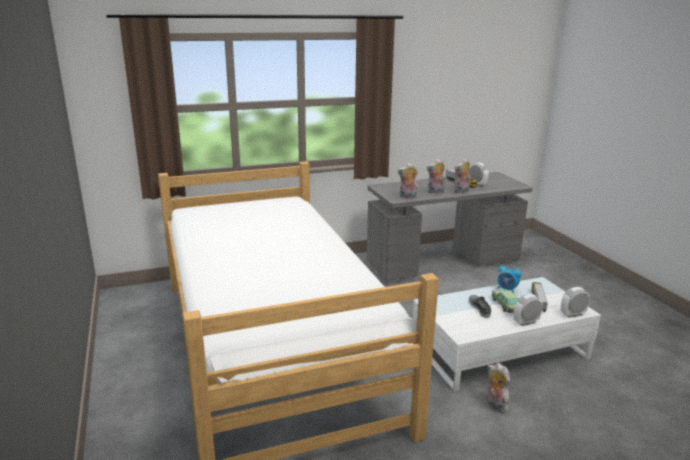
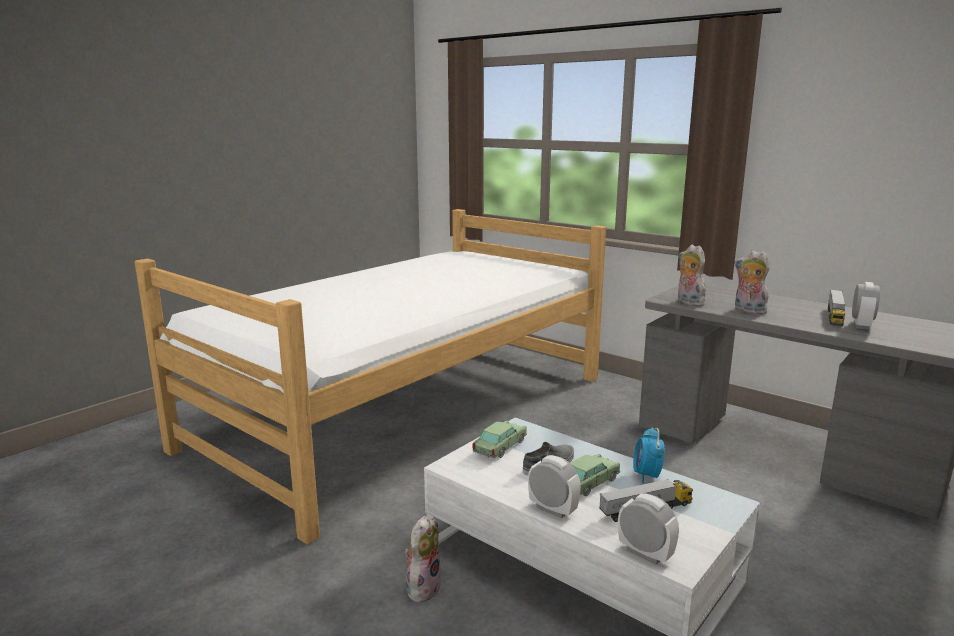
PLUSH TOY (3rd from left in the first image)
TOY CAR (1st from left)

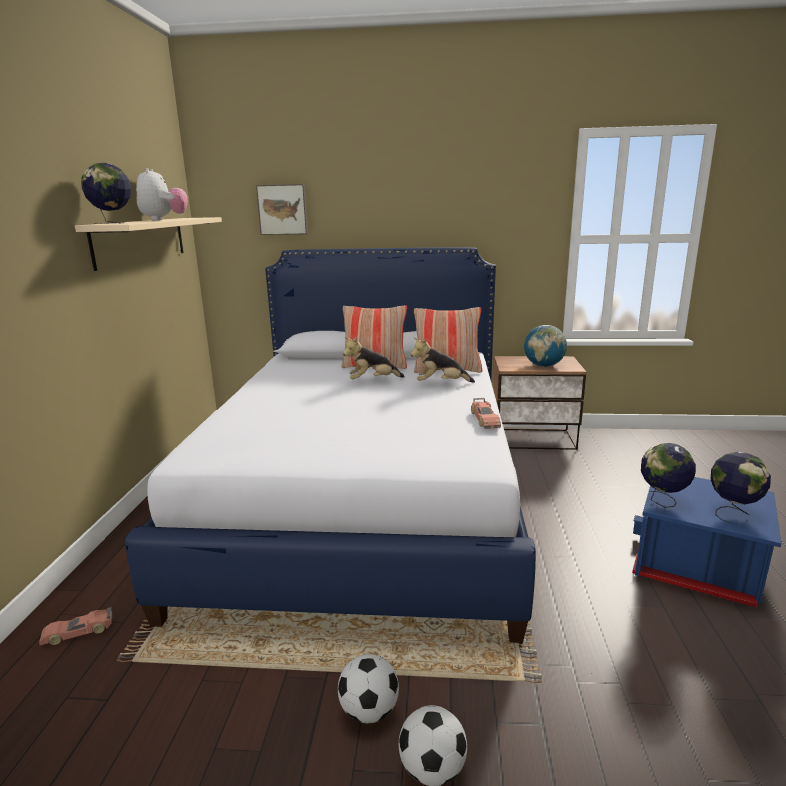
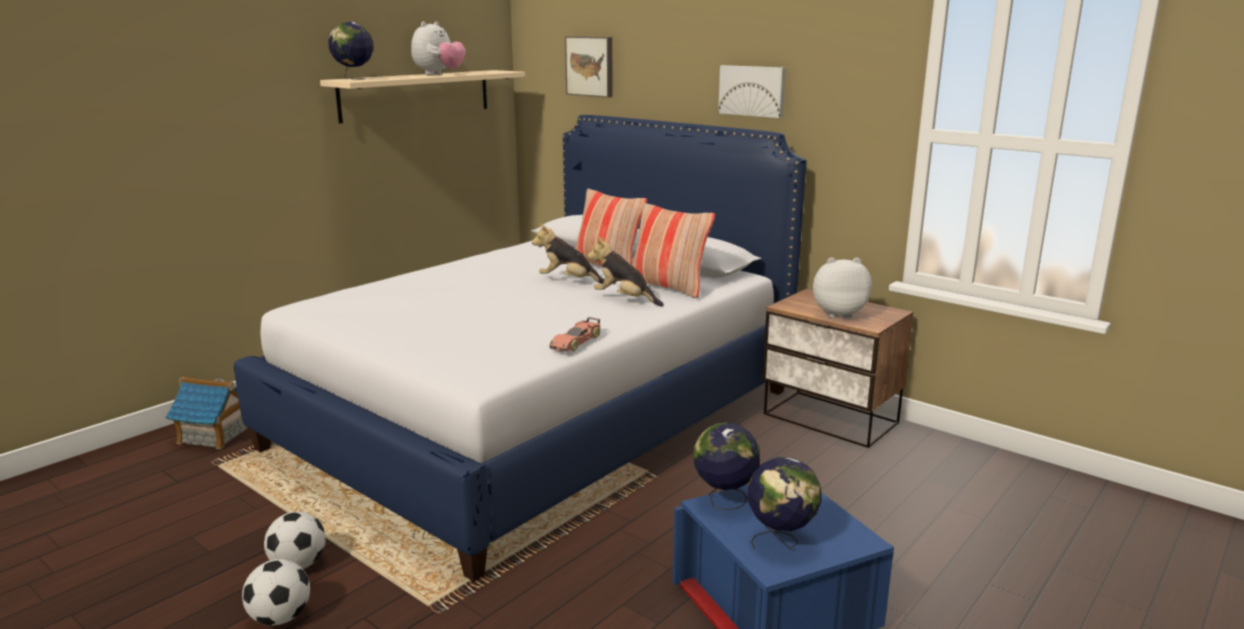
TOY HOUSE
PLUSH TOY (4th from left)
PICTURE (2nd from left)

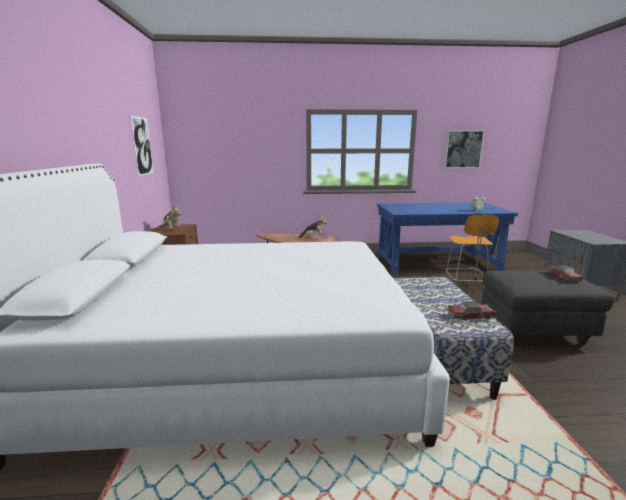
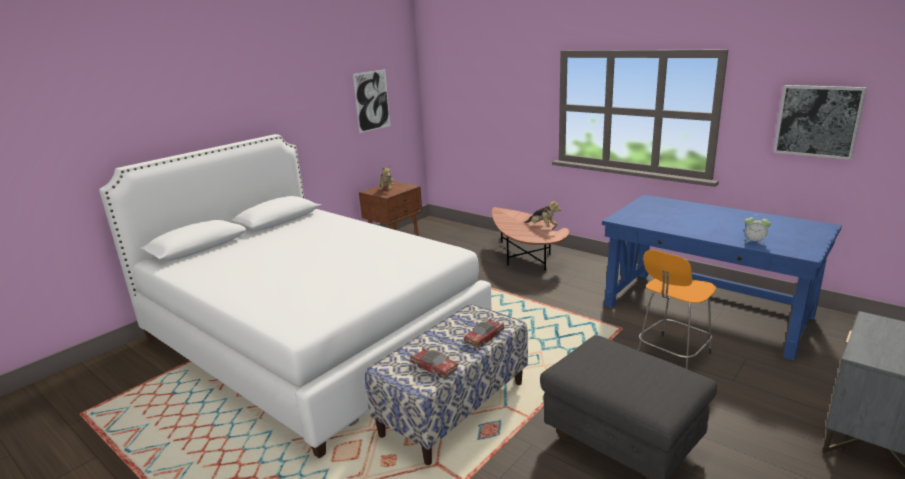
TOY CAR (2nd from left)

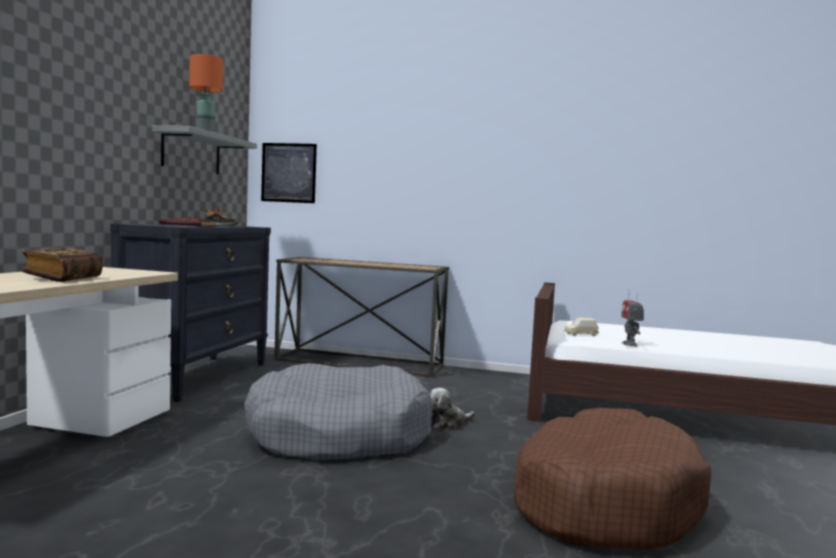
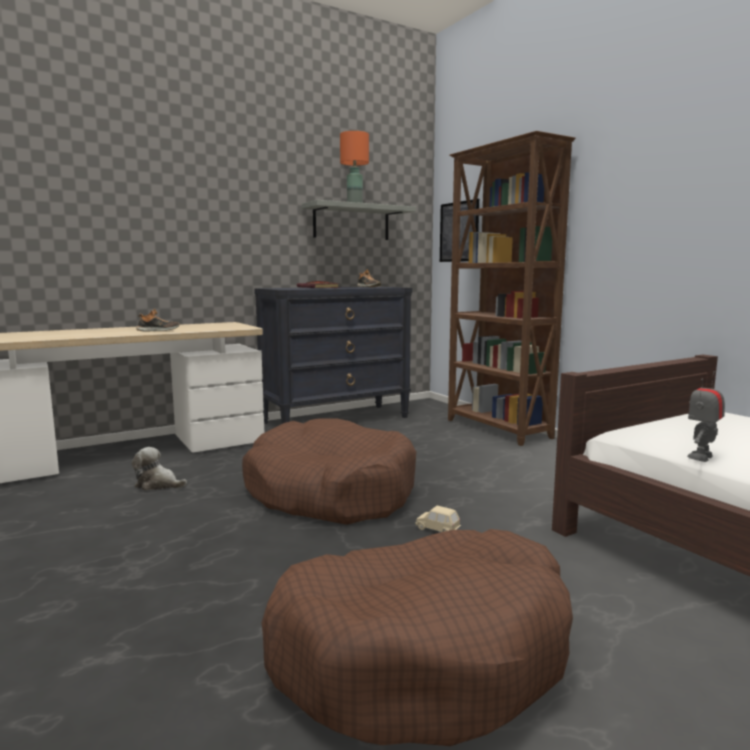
SHOE (1st from left)
BROWN DOG BED (1st from left)
BROWN BOOKCASE
PLUSH TOY
BEIGE TOY CAR

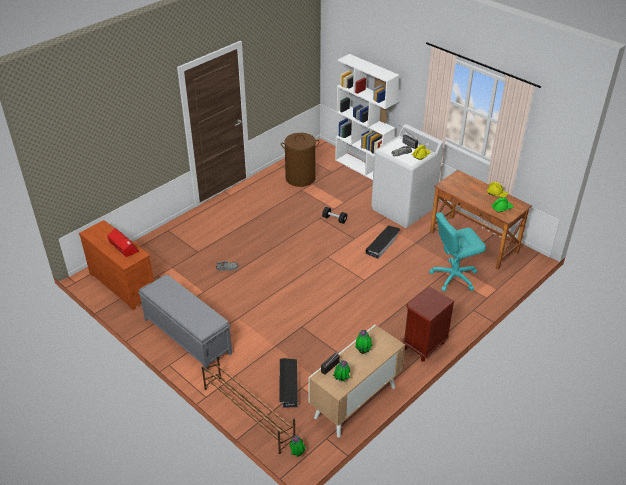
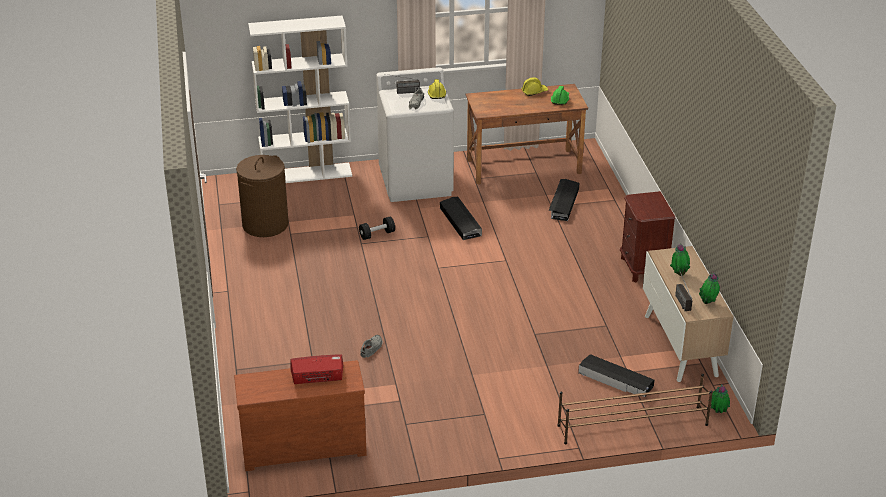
GREY BENCH
BLACK STORAGE BOX (2nd from left)

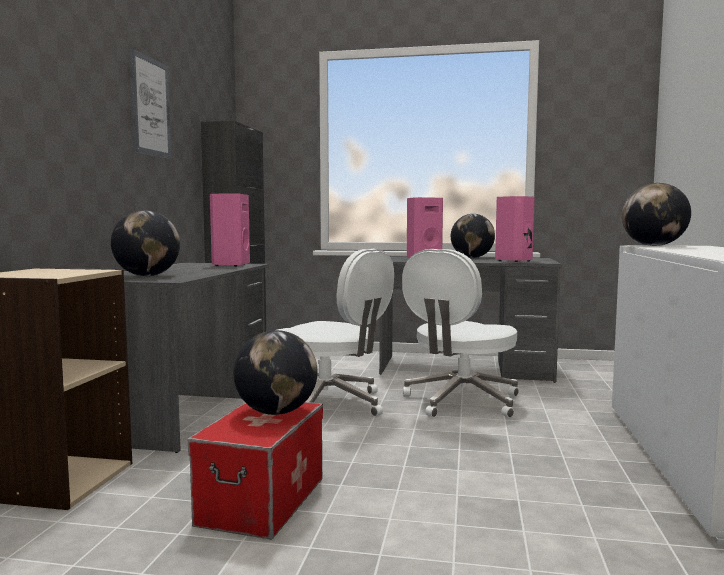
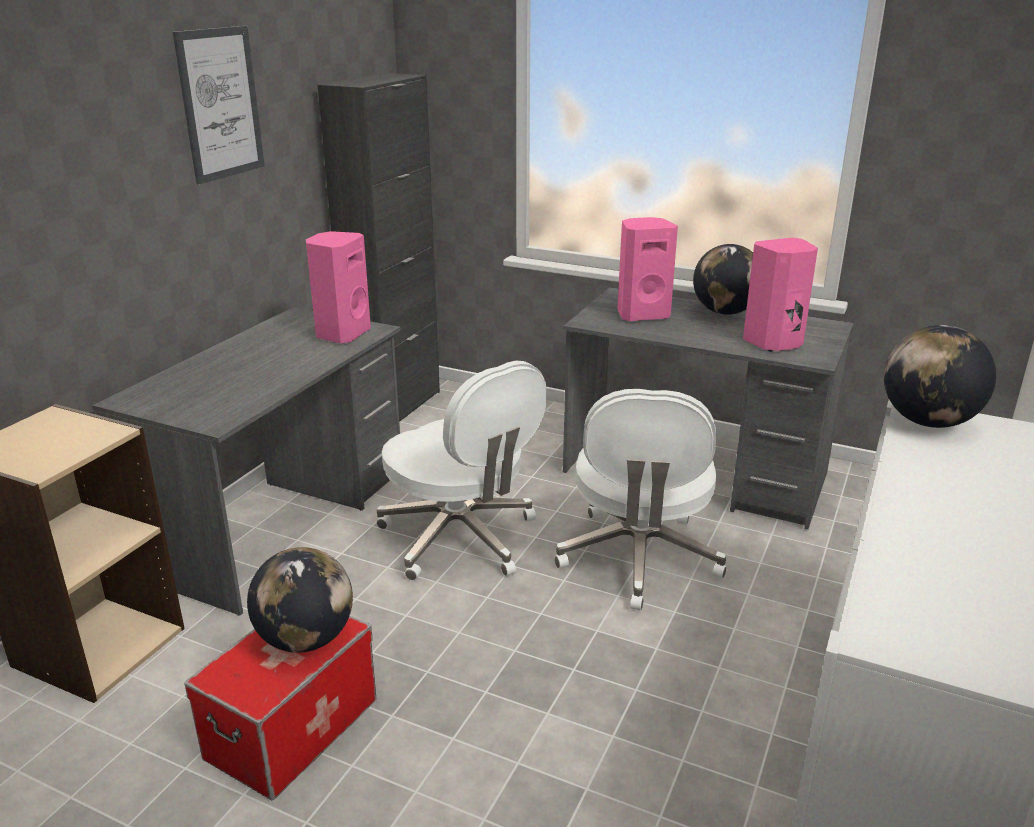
GLOBE (1st from left in the first image)
WHITE OFFICE CHAIR (2nd from left)

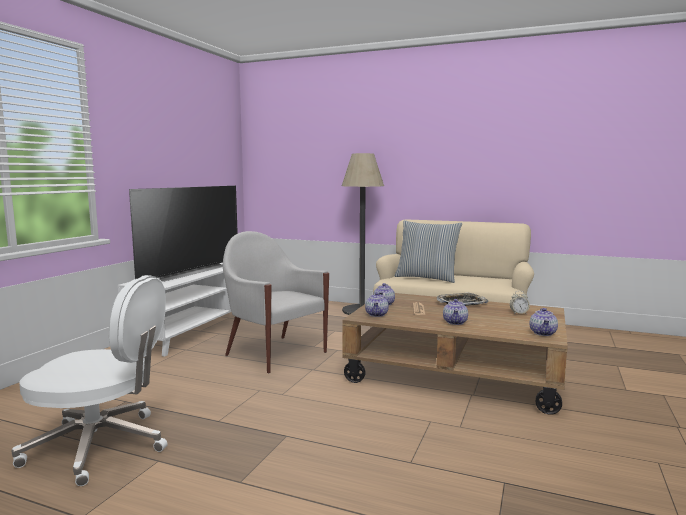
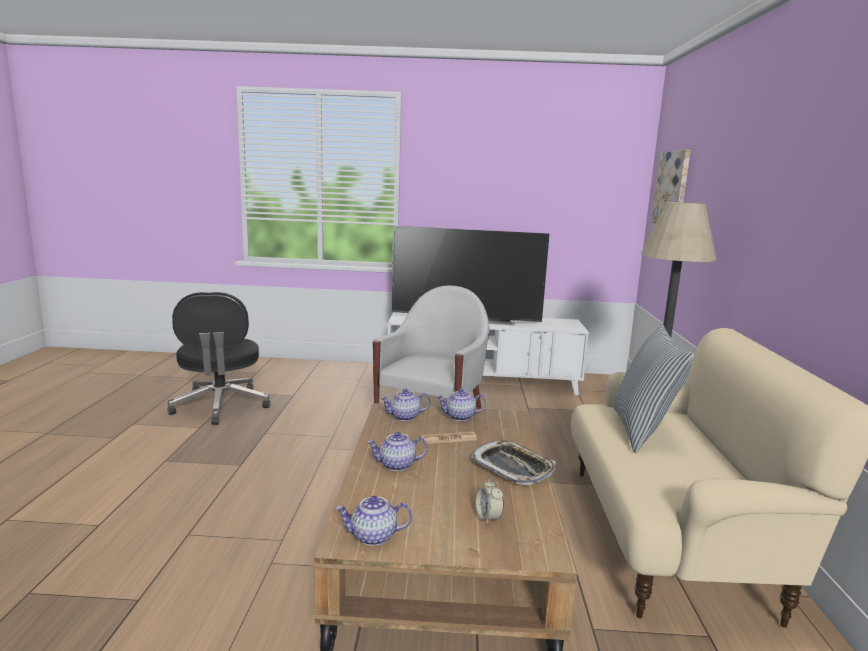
BLACK OFFICE CHAIR
PICTURE

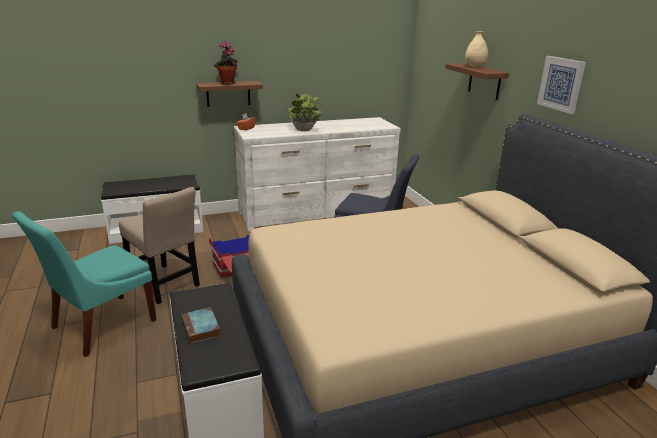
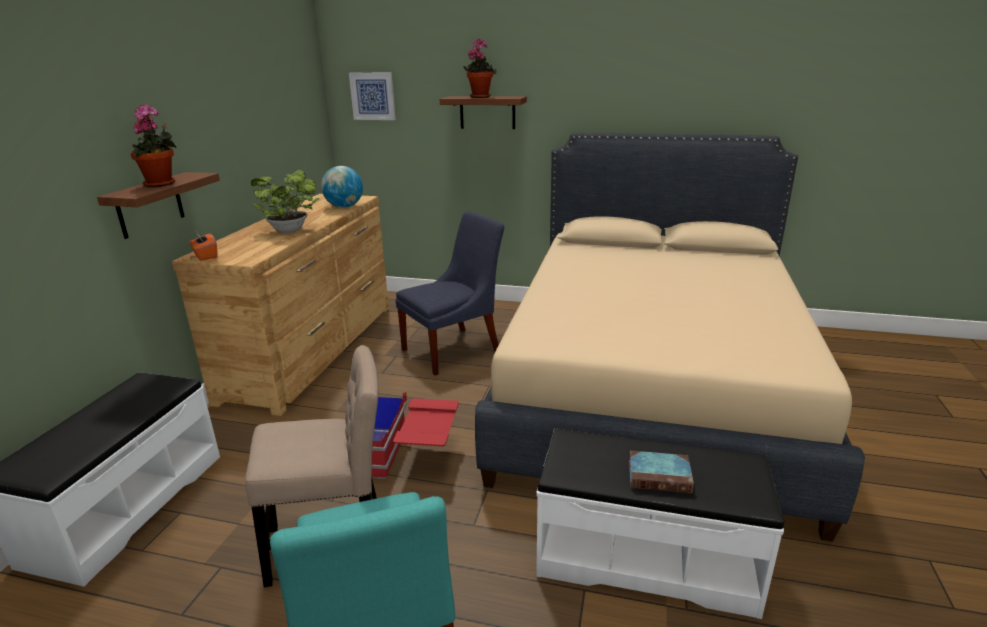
BROWN DRESSER
POTTED PLANT (3rd from left)
PICTURE
GLOBE

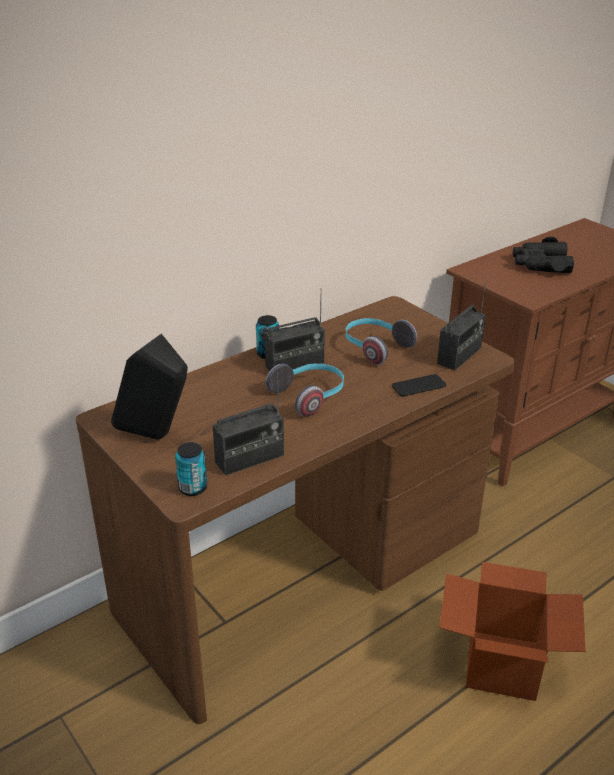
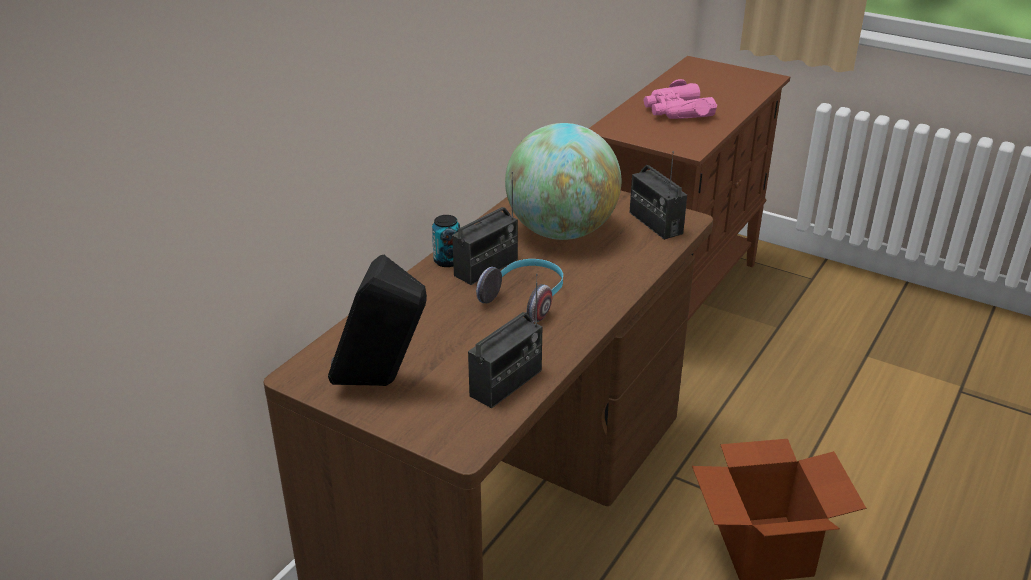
CAN (1st from left in the first image)
GLOBE
PHONE
RADIO (3rd from left)
PINK BINOCULARS

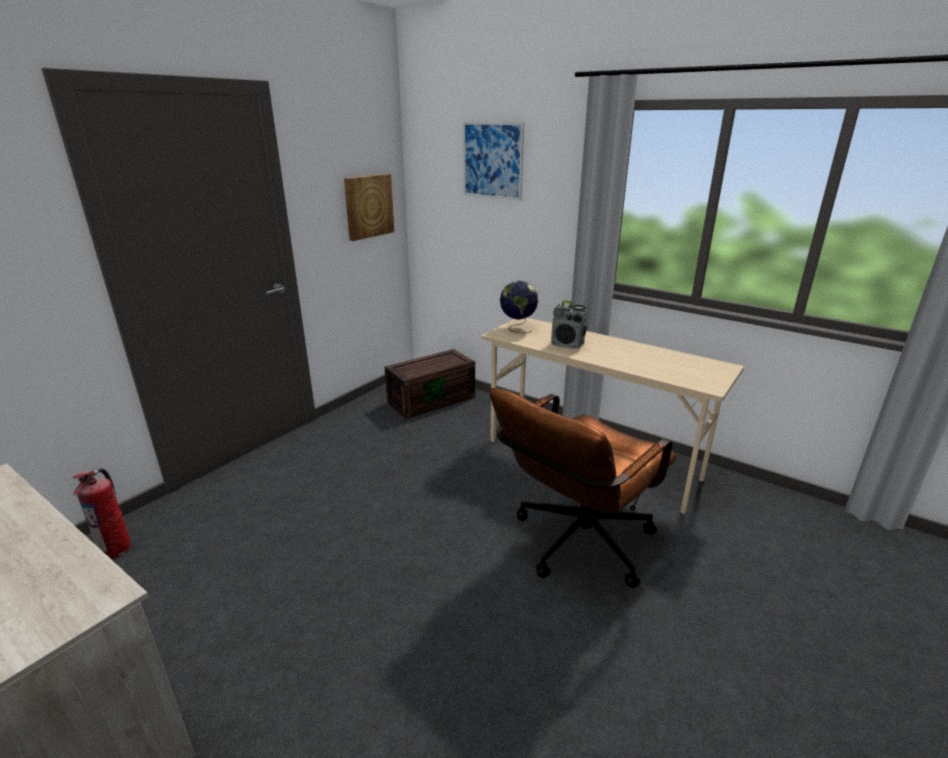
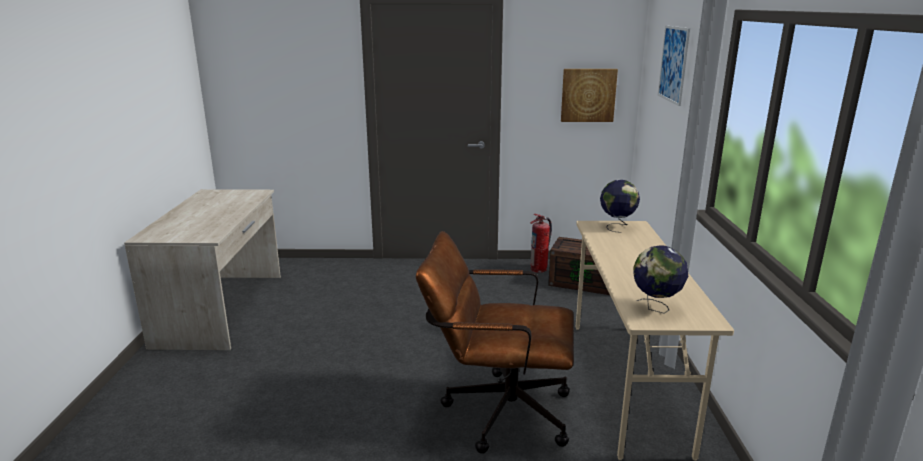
FIRE EXTINGUISHER
RADIO
GLOBE (2nd from left)

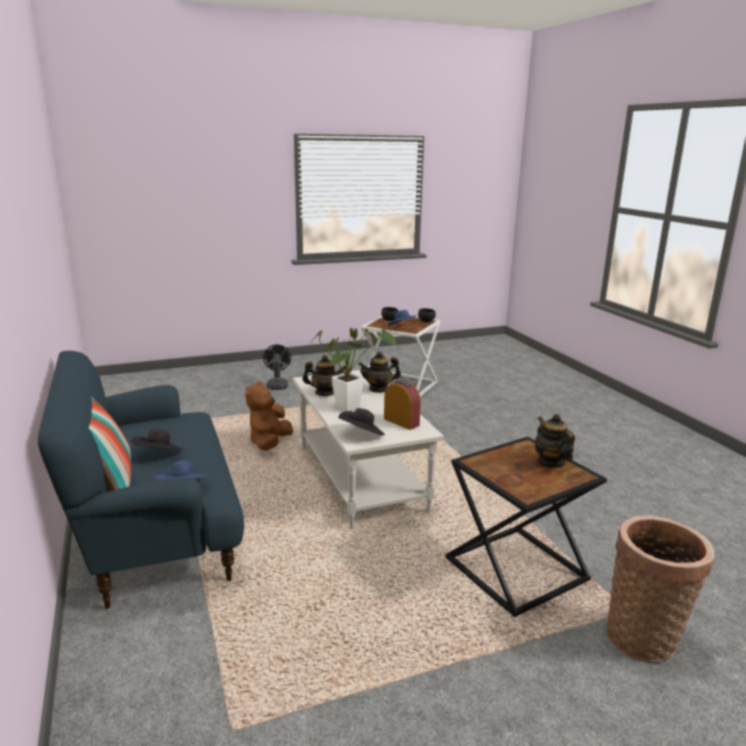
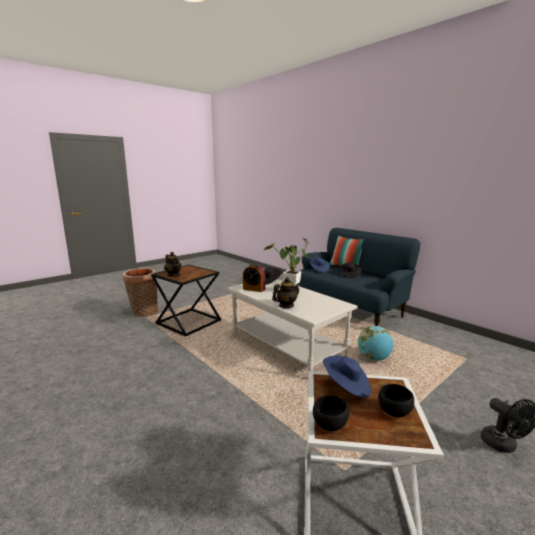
GLOBE
TEAPOT (1st from left in the first image)

